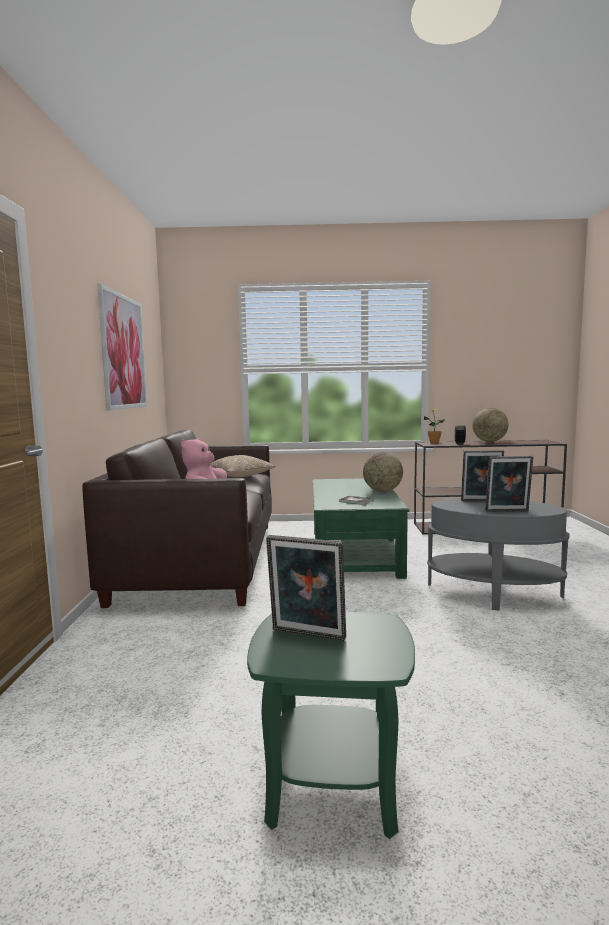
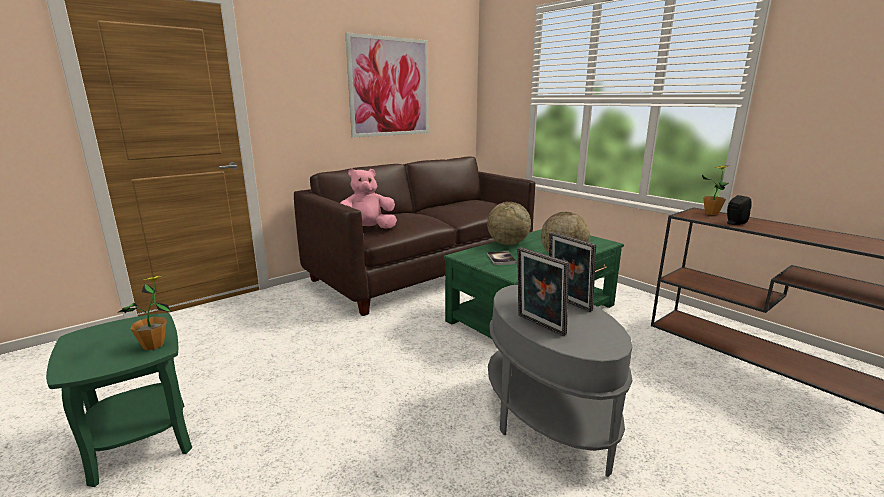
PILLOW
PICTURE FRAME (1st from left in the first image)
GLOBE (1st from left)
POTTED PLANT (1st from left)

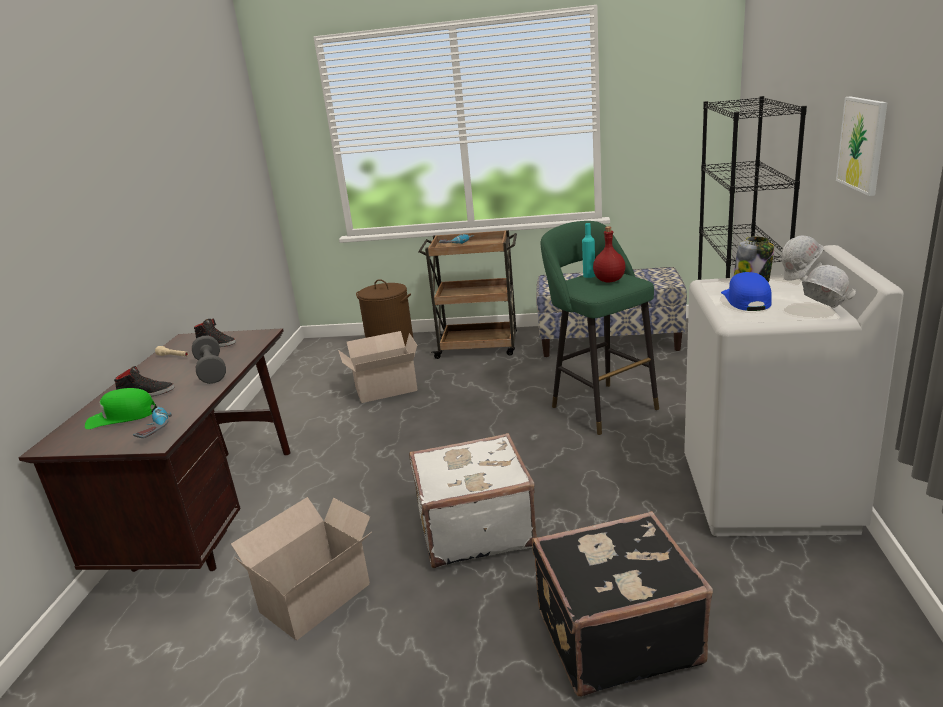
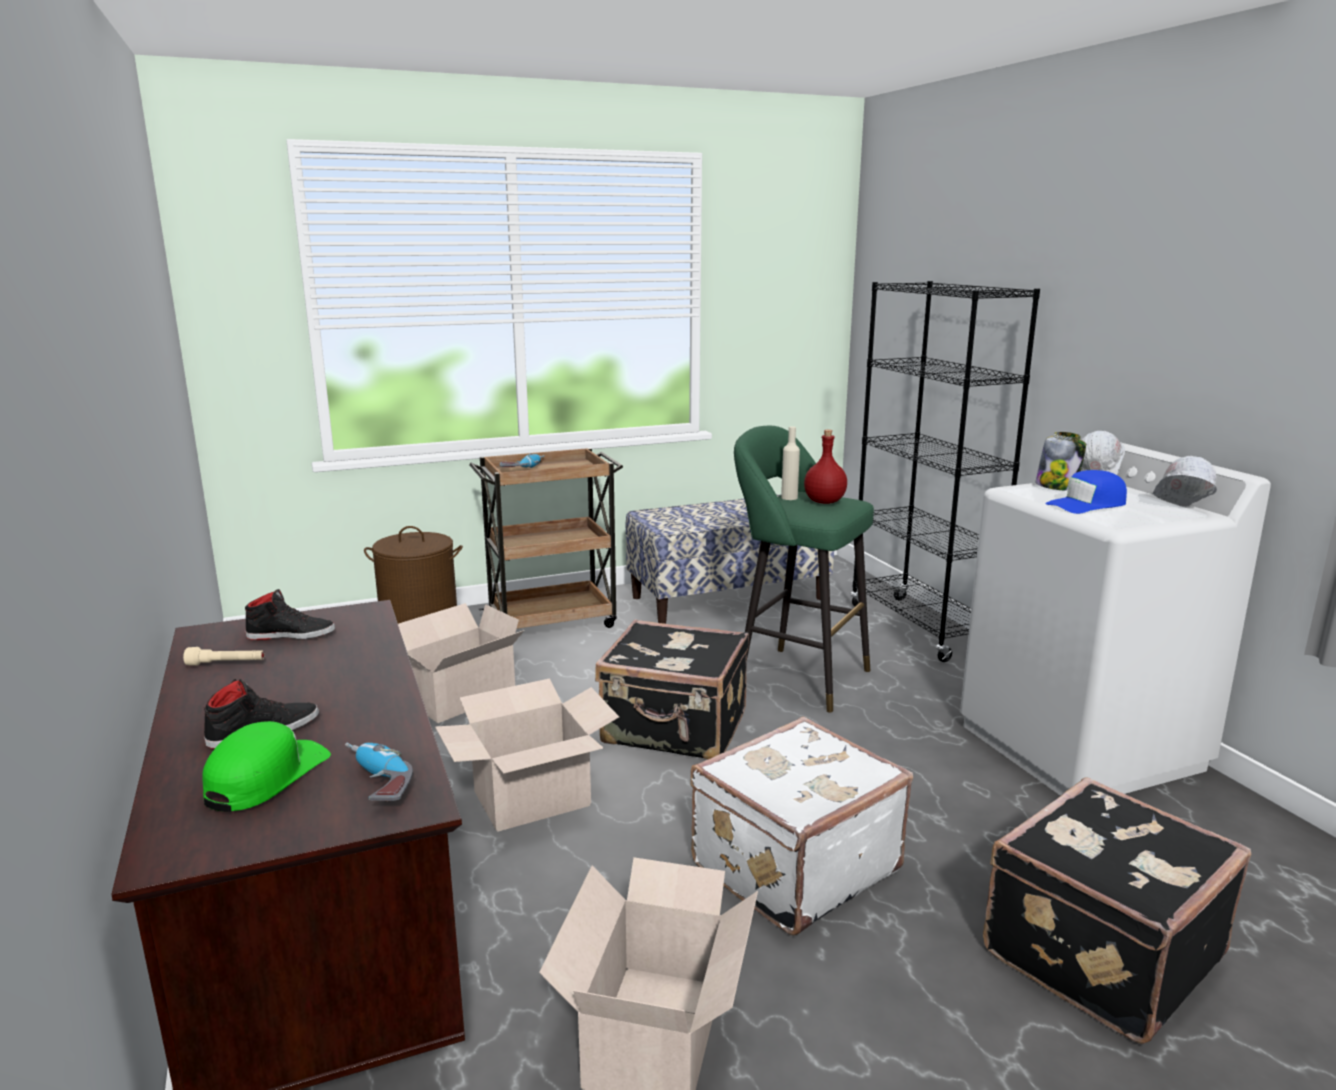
GREEN CAP
GREY DUMBBELL
BEIGE BOTTLE
BLUE CAP
PICTURE
CARDBOARD BOX (2nd from left)
BLACK SUITCASE (1st from left)

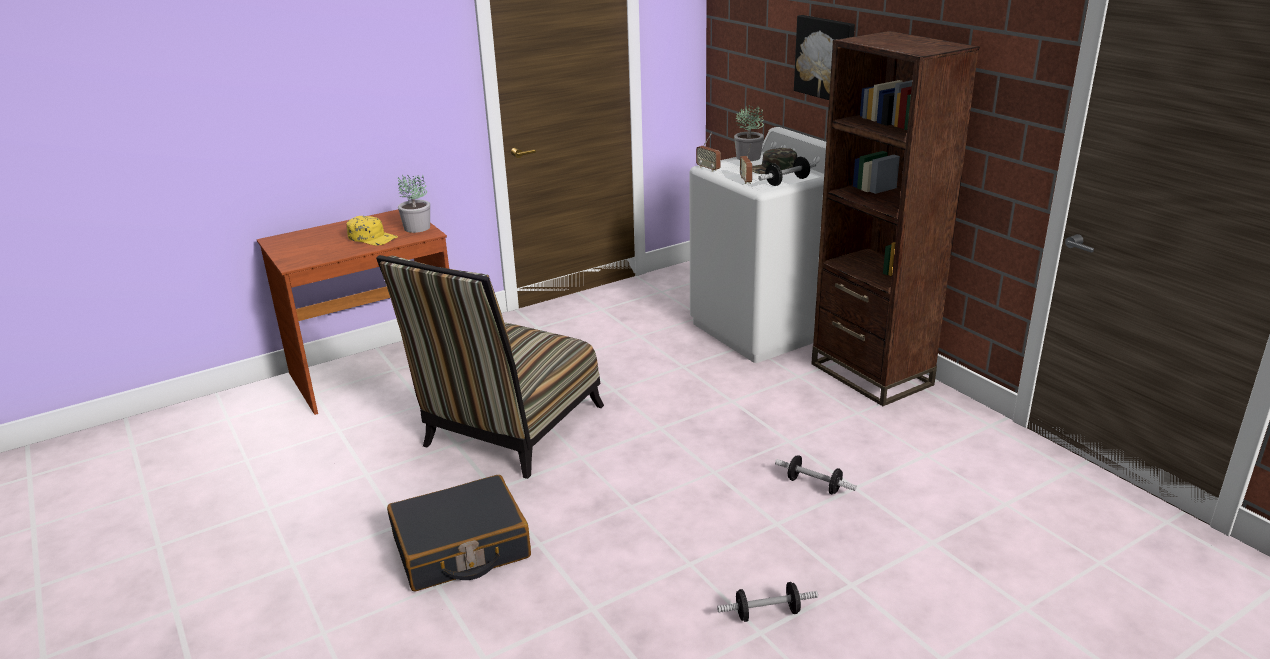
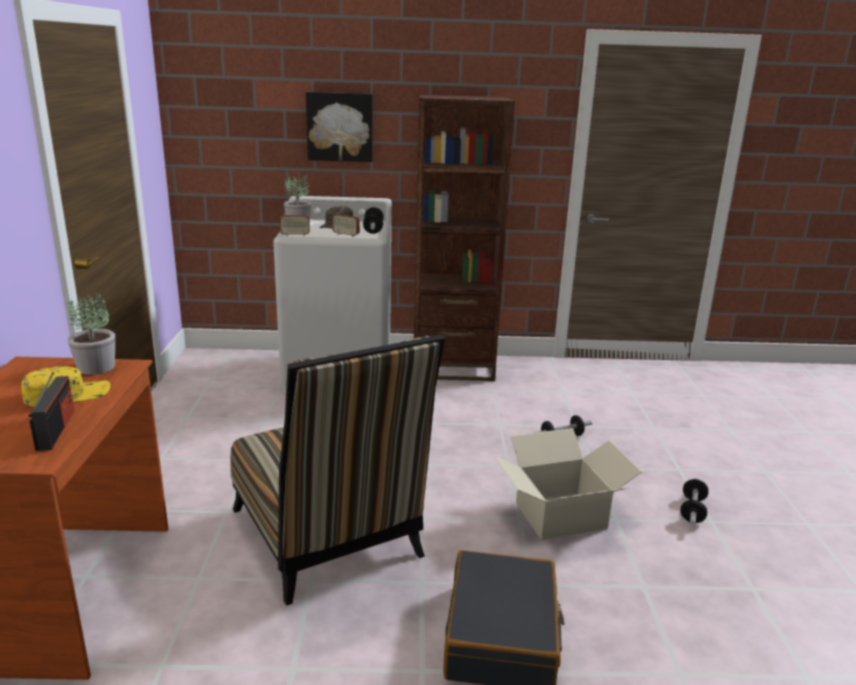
RADIO (1st from left)
CARDBOARD BOX

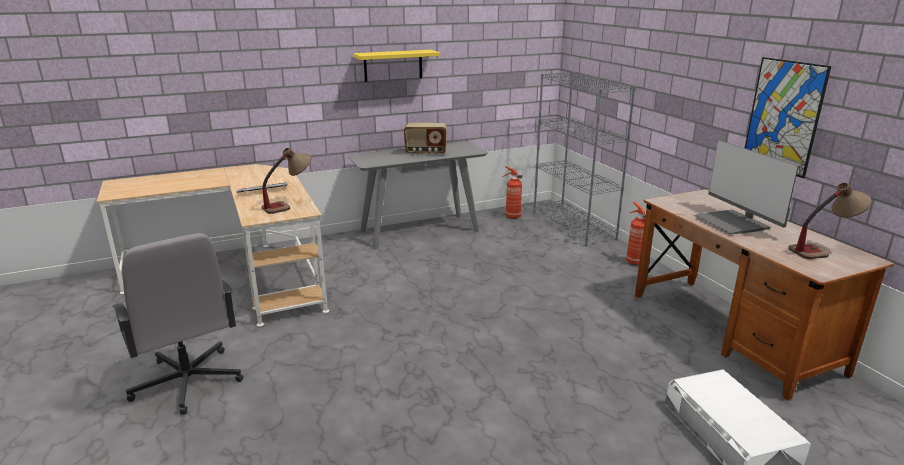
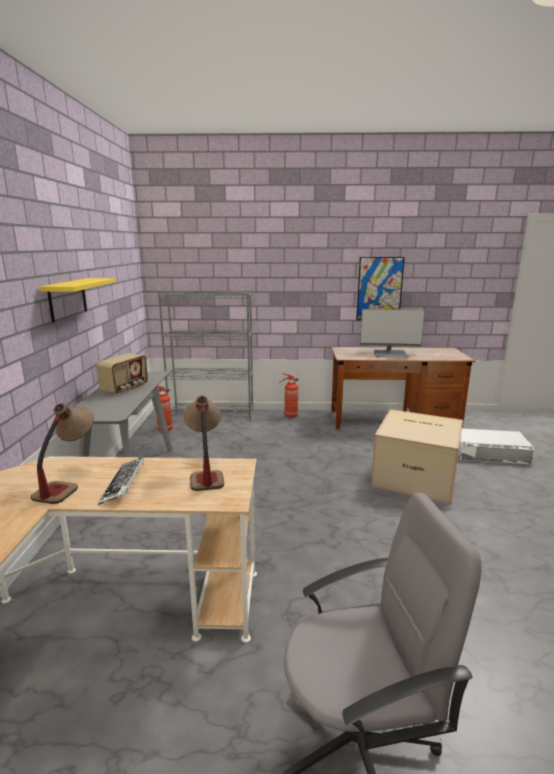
TABLE LAMP (1st from left)
CARDBOARD BOX

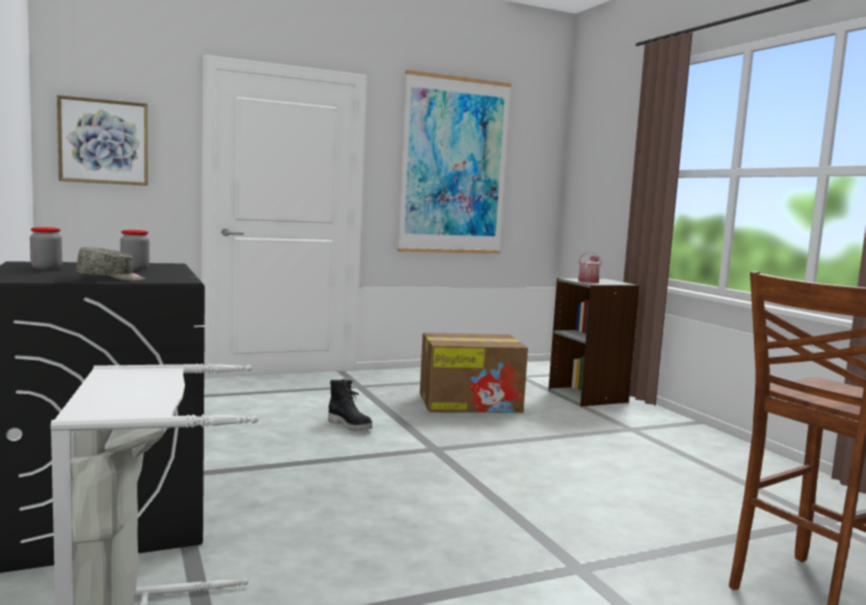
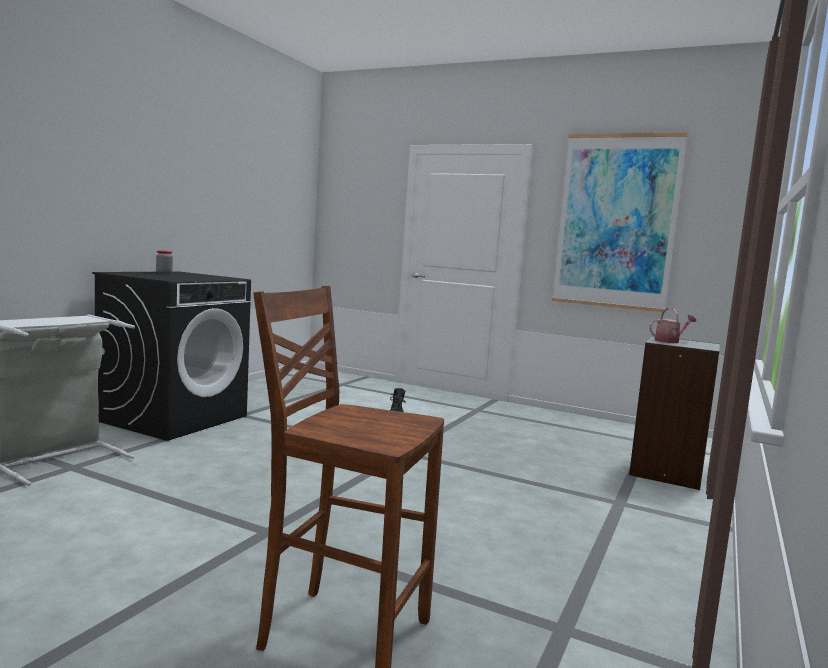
PICTURE (1st from left in the first image)
GREY CAP
JAR (2nd from left in the first image)
CARDBOARD BOX

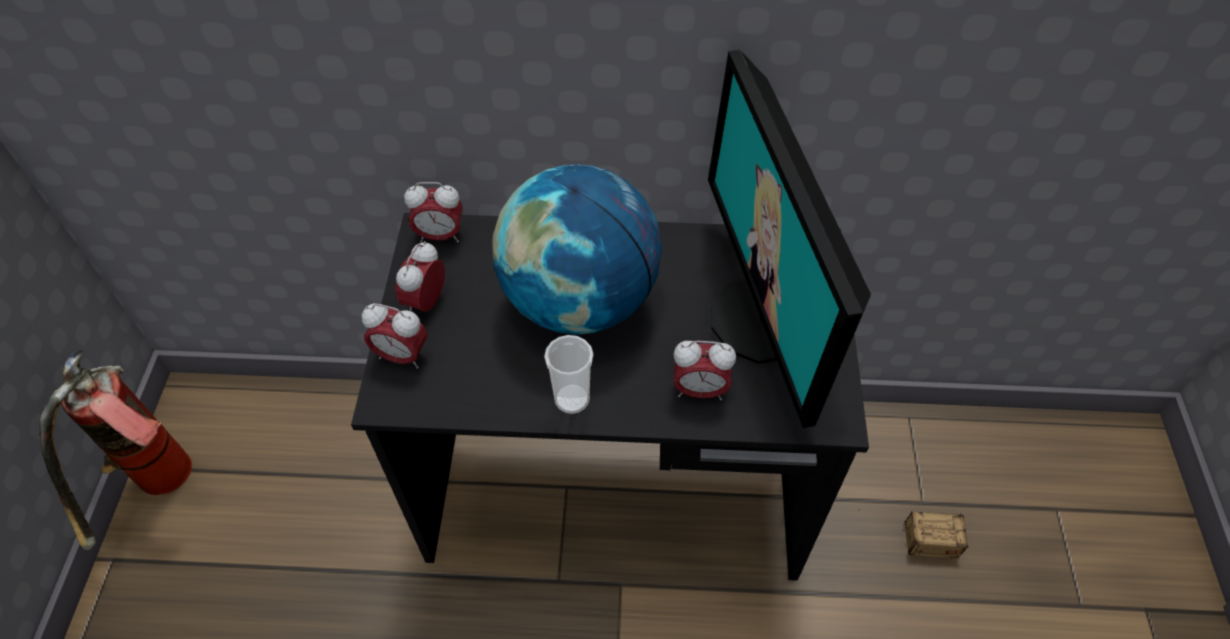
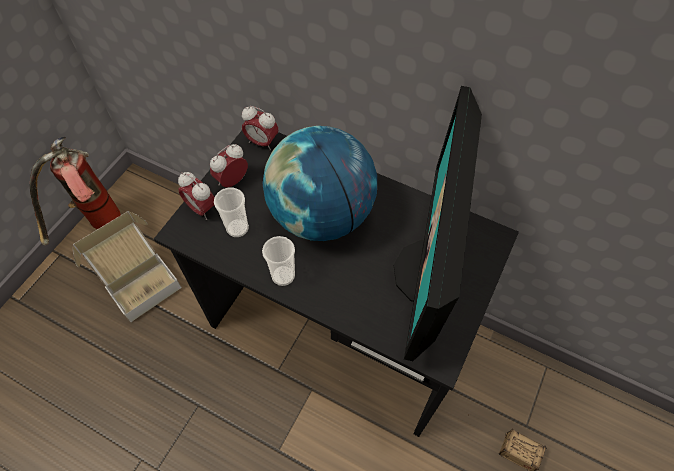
ALARM CLOCK (4th from left in the first image)
CARDBOARD BOX
CUP (1st from left)

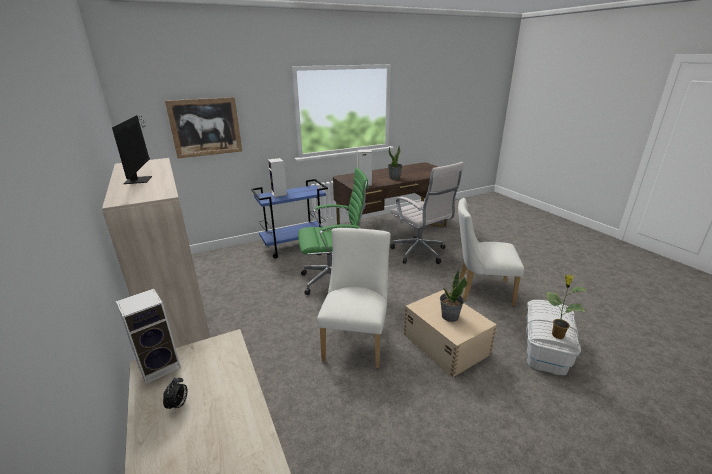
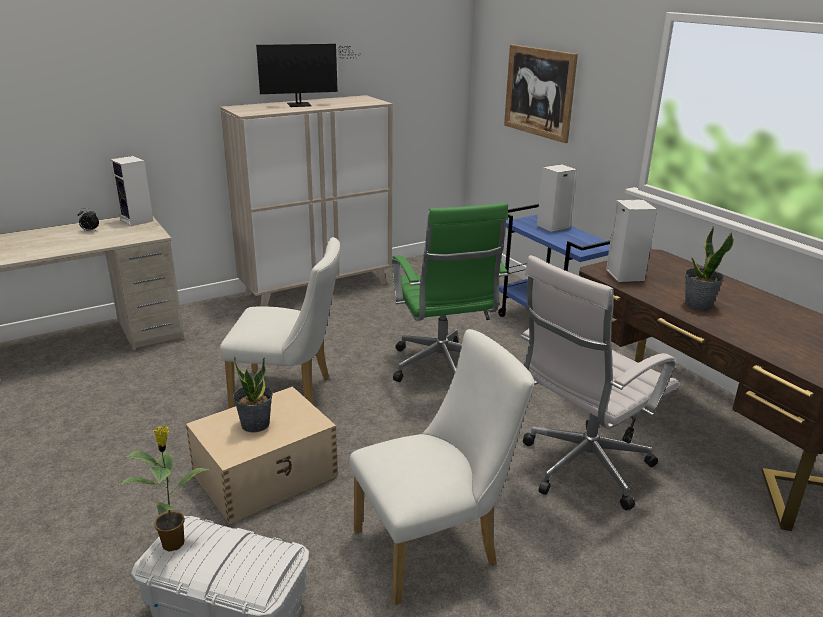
WHITE CHAIR (2nd from left)

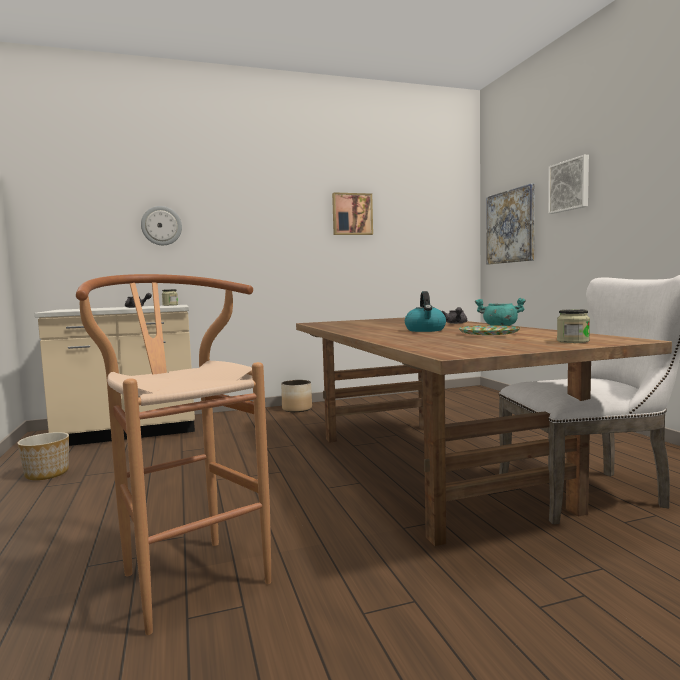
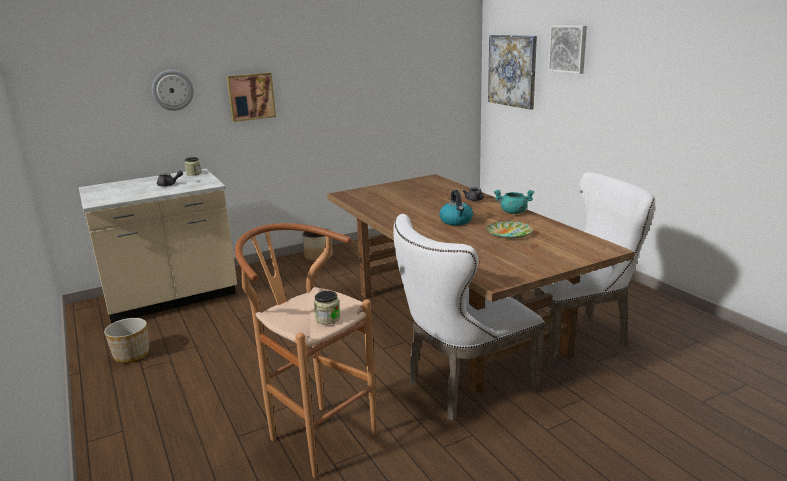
PICTURE (1st from left)
JAR (2nd from left)
WHITE CHAIR (1st from left)

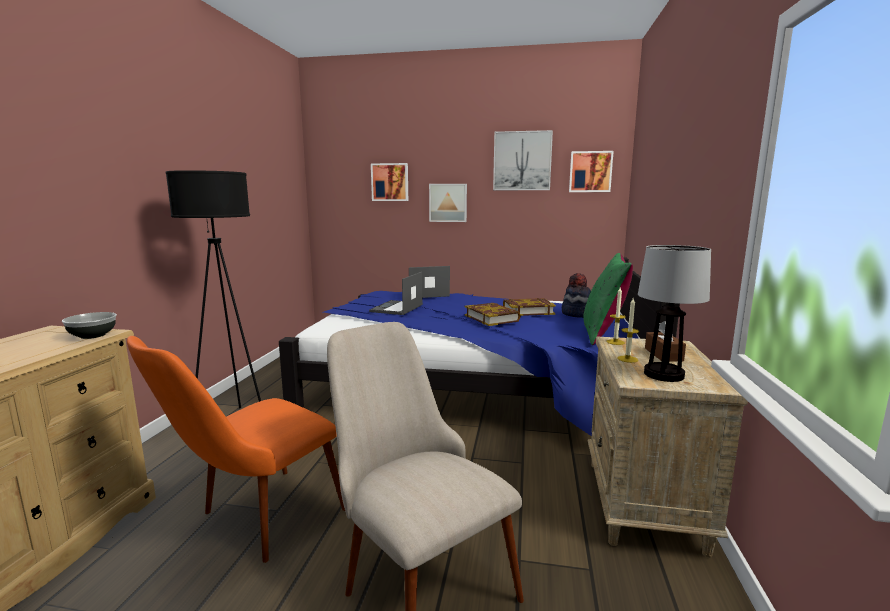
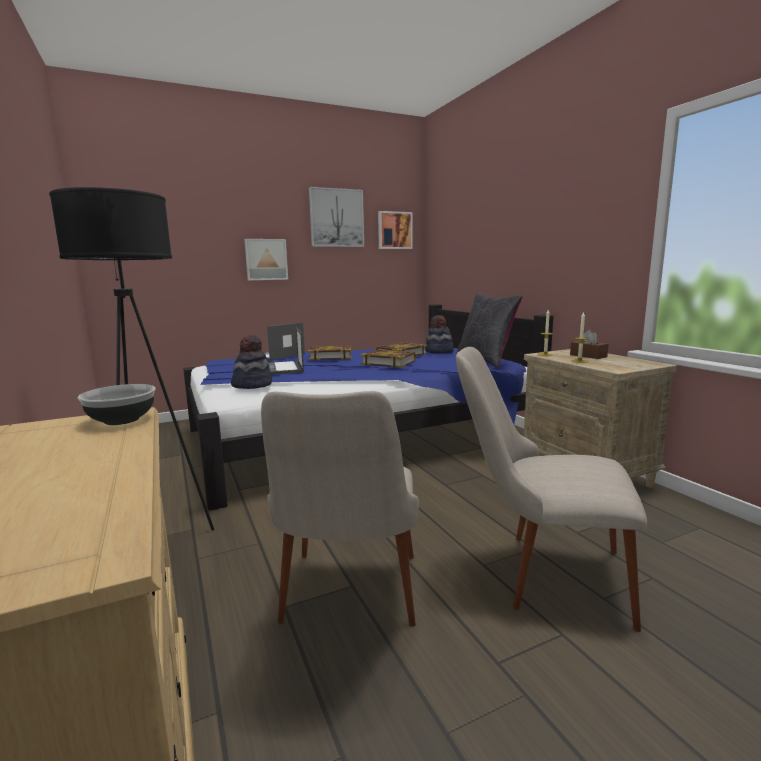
BEIGE CHAIR (1st from left)
PICTURE (1st from left in the first image)
BLACK PILLOW
TABLE LAMP
HAT (1st from left)
BOOK (1st from left)

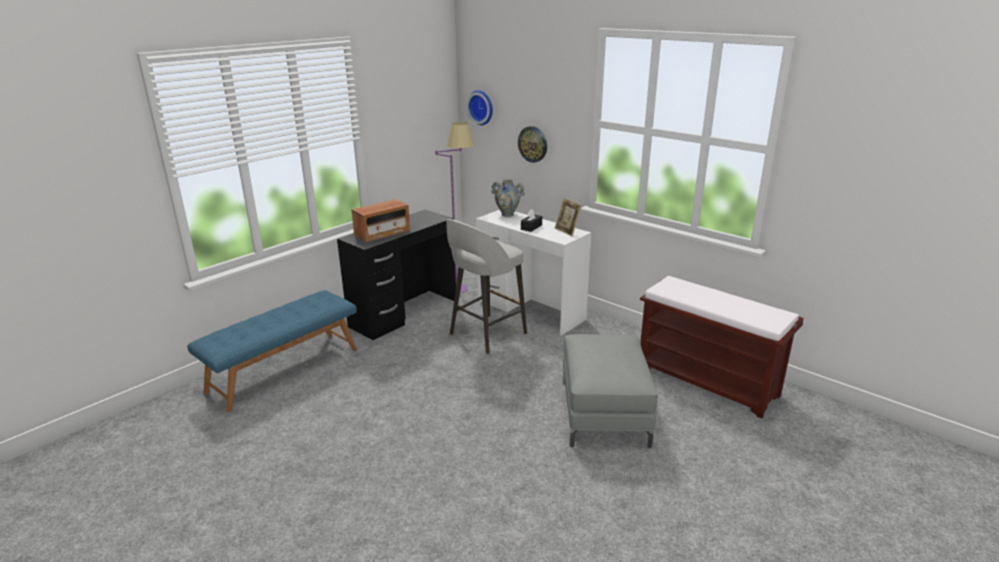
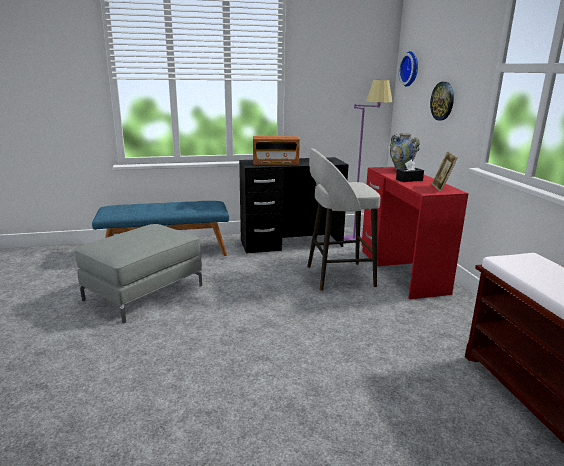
RED DESK
GREY OTTOMAN

